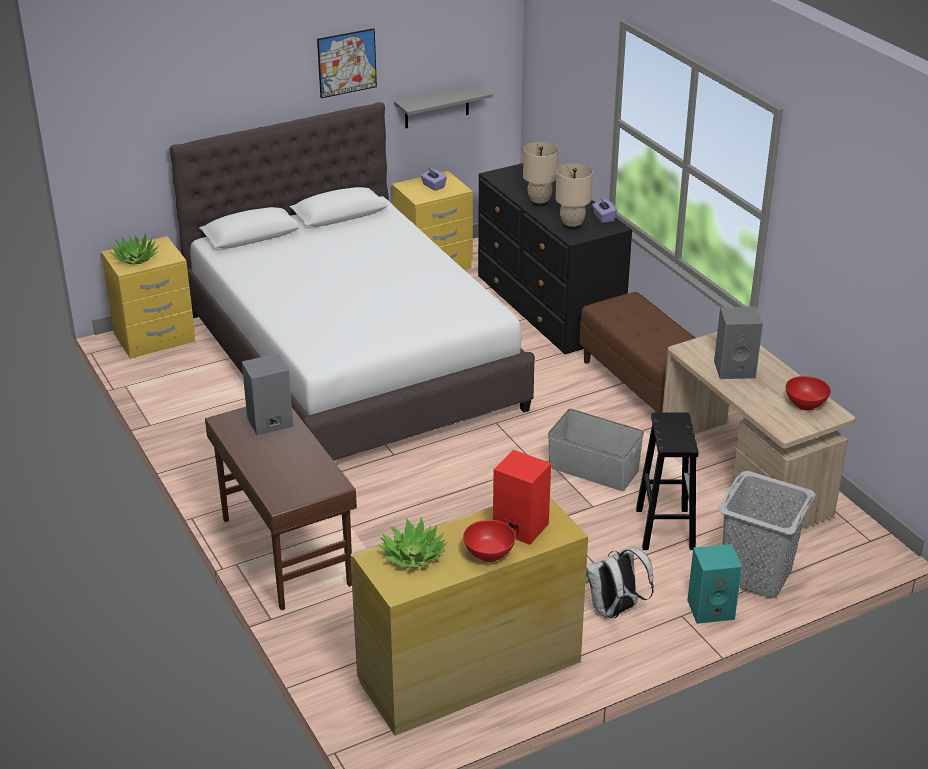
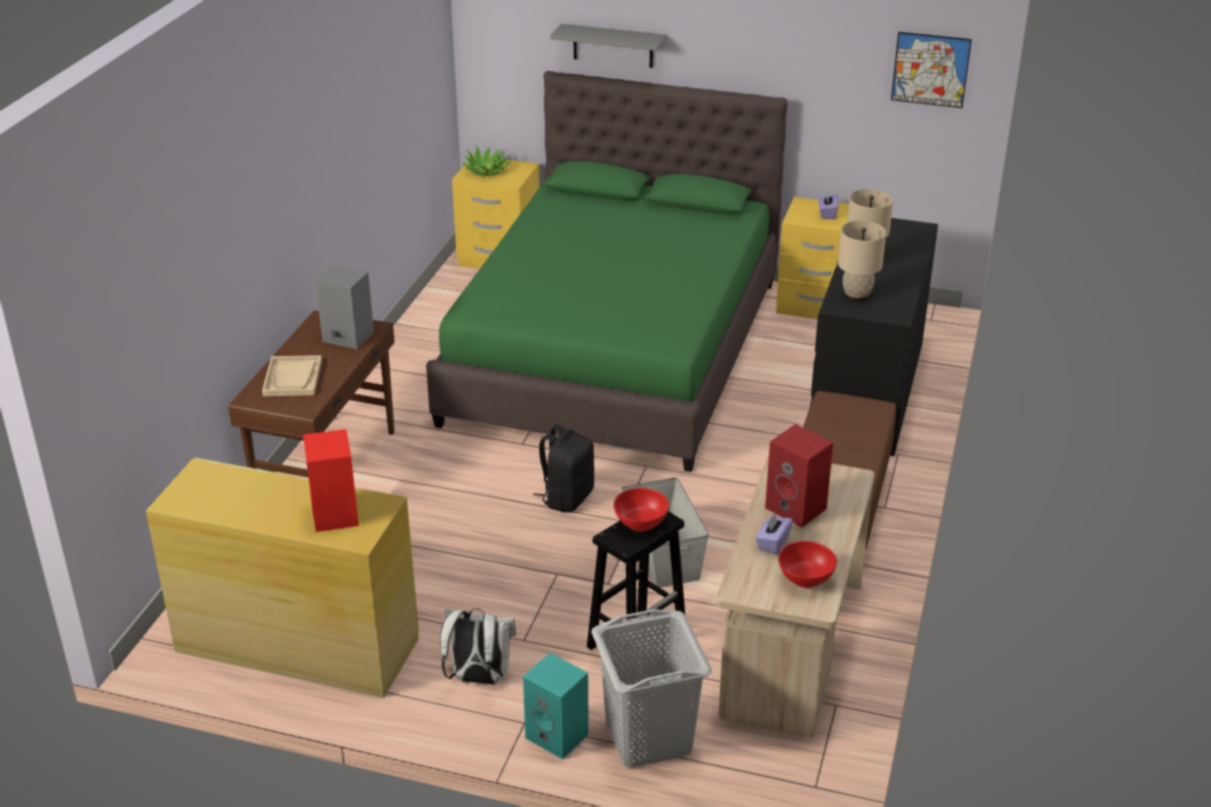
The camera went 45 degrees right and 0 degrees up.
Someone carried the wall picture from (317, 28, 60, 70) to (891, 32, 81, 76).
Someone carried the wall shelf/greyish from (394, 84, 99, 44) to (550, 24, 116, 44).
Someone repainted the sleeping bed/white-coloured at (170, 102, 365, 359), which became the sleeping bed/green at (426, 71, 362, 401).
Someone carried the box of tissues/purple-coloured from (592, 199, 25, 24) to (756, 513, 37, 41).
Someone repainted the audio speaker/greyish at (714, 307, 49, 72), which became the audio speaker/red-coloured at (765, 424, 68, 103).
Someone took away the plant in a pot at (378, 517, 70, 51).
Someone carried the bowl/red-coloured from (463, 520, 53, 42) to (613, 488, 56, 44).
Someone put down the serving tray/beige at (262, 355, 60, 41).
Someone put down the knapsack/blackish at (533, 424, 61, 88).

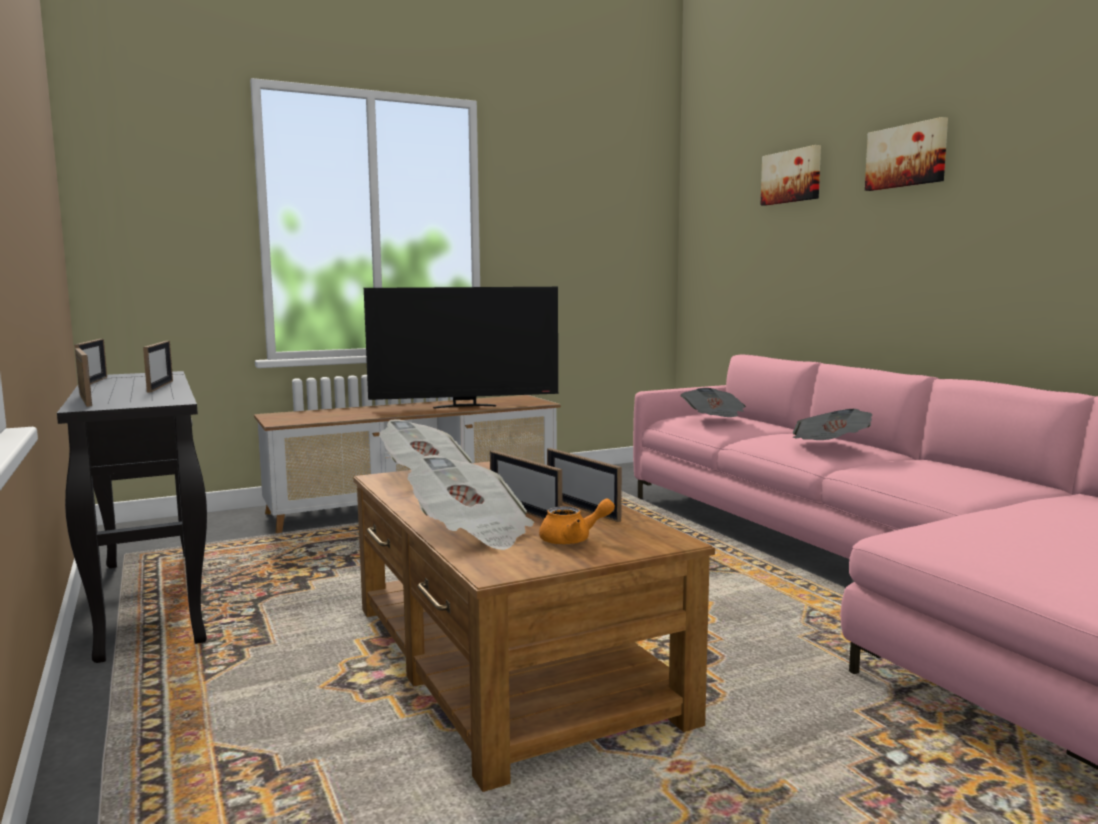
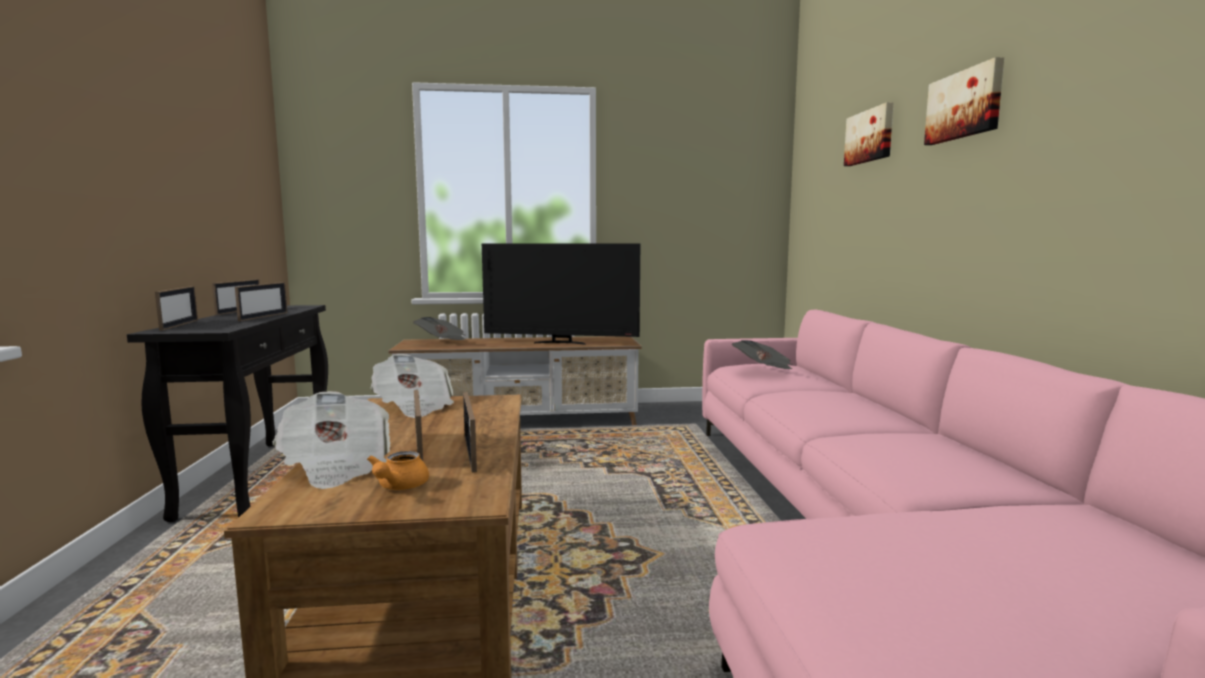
The camera went 20 degrees right and 0 degrees up.
Someone carried the daily paper from (793, 409, 80, 31) to (413, 317, 52, 23).
Someone rotated the pot for tea/orange at (539, 498, 76, 47) by 90 degrees clockwise.

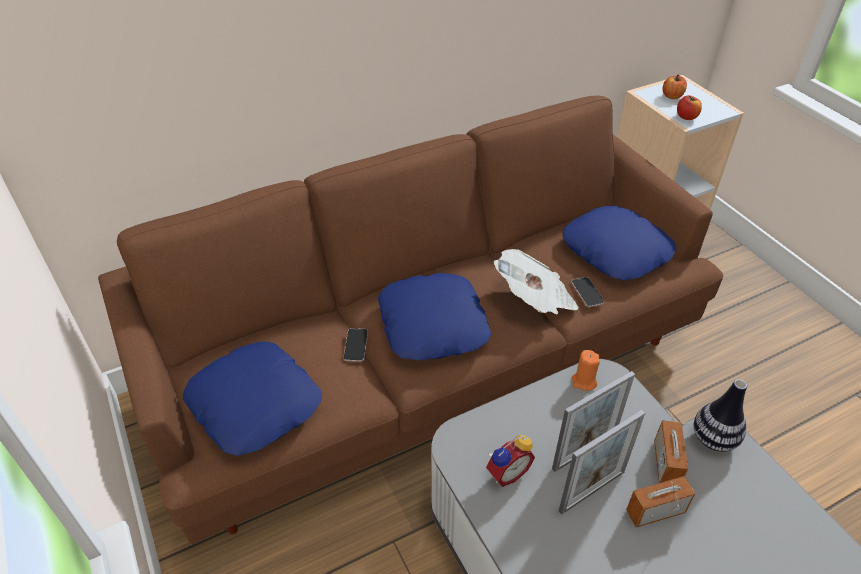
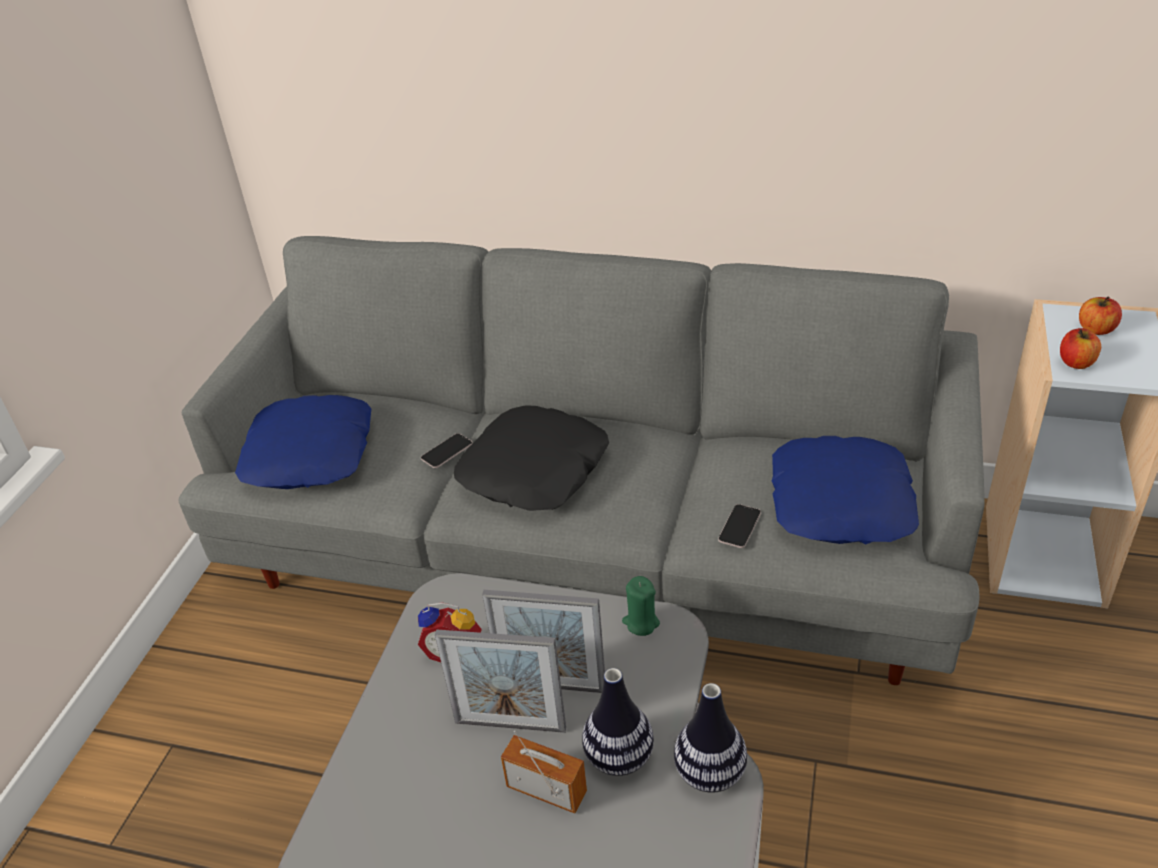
The camera went 45 degrees right and 5 degrees down.
Someone repainted the couch/brown-coloured at (98, 96, 625, 448), which became the couch/greyish at (178, 236, 807, 449).
Someone took away the daily paper at (494, 249, 85, 65).
Someone repainted the pillow/blue-coloured at (378, 273, 113, 87), which became the pillow/blackish at (454, 405, 155, 106).
Someone repainted the candle/orange at (571, 350, 29, 41), which became the candle/green at (622, 576, 38, 60).
Someone swapped the radio at (654, 421, 46, 62) for the flower vase at (582, 668, 72, 108).

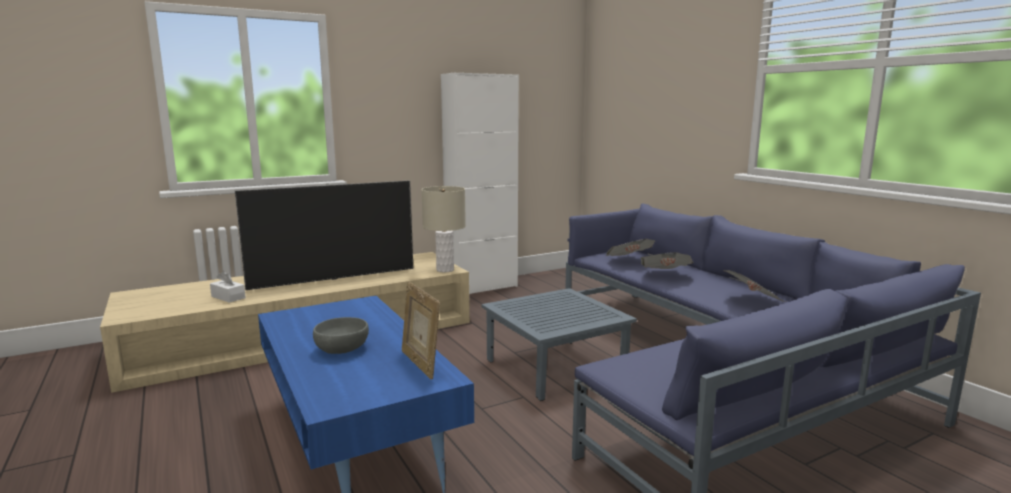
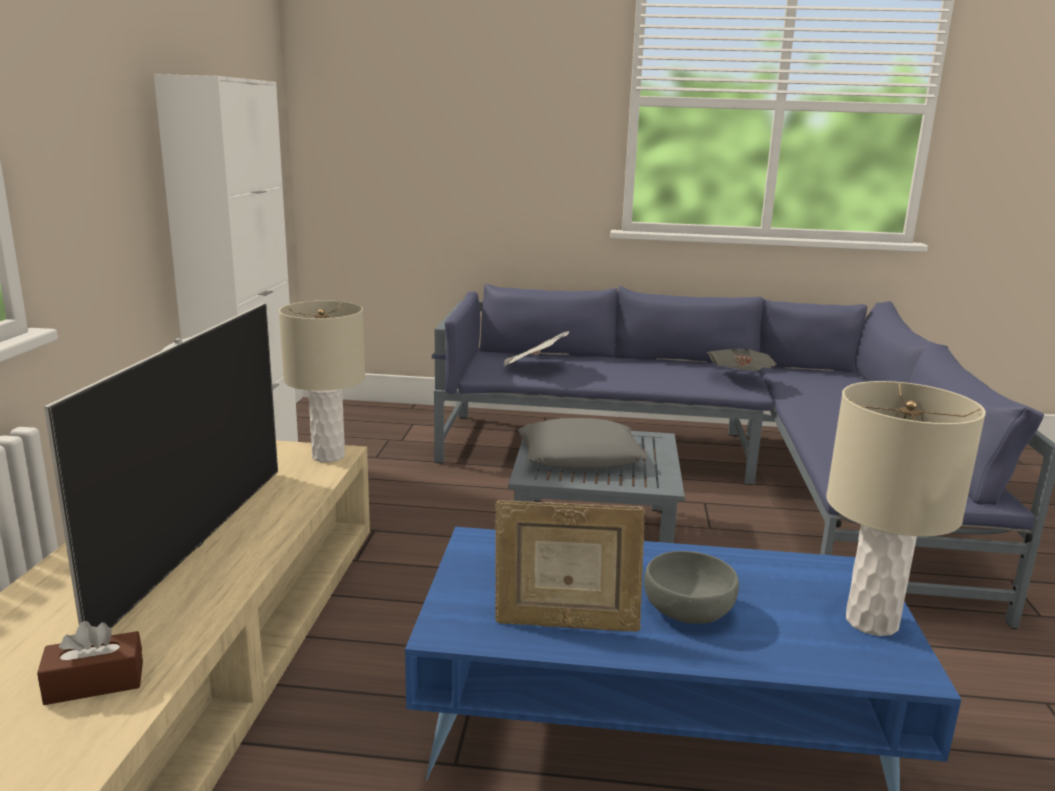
The camera went 55 degrees left and 5 degrees up.
Someone took away the daily paper at (641, 252, 52, 17).
Someone repainted the box of tissues/white-coloured at (210, 271, 36, 32), which became the box of tissues/brown-coloured at (37, 621, 106, 84).
Someone carried the standing frame from (402, 281, 38, 98) to (495, 500, 150, 132).
Someone put down the lamp for a table/beige at (826, 381, 160, 255).
Someone put down the pillow/greyish at (517, 418, 131, 52).

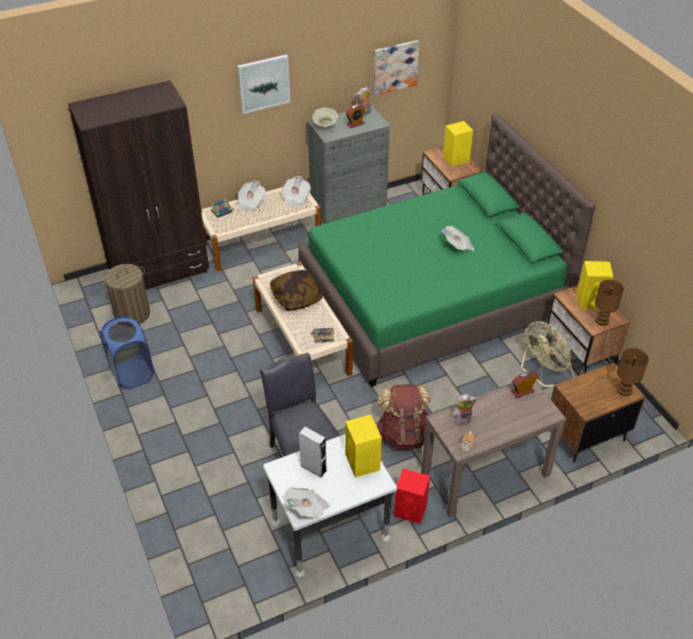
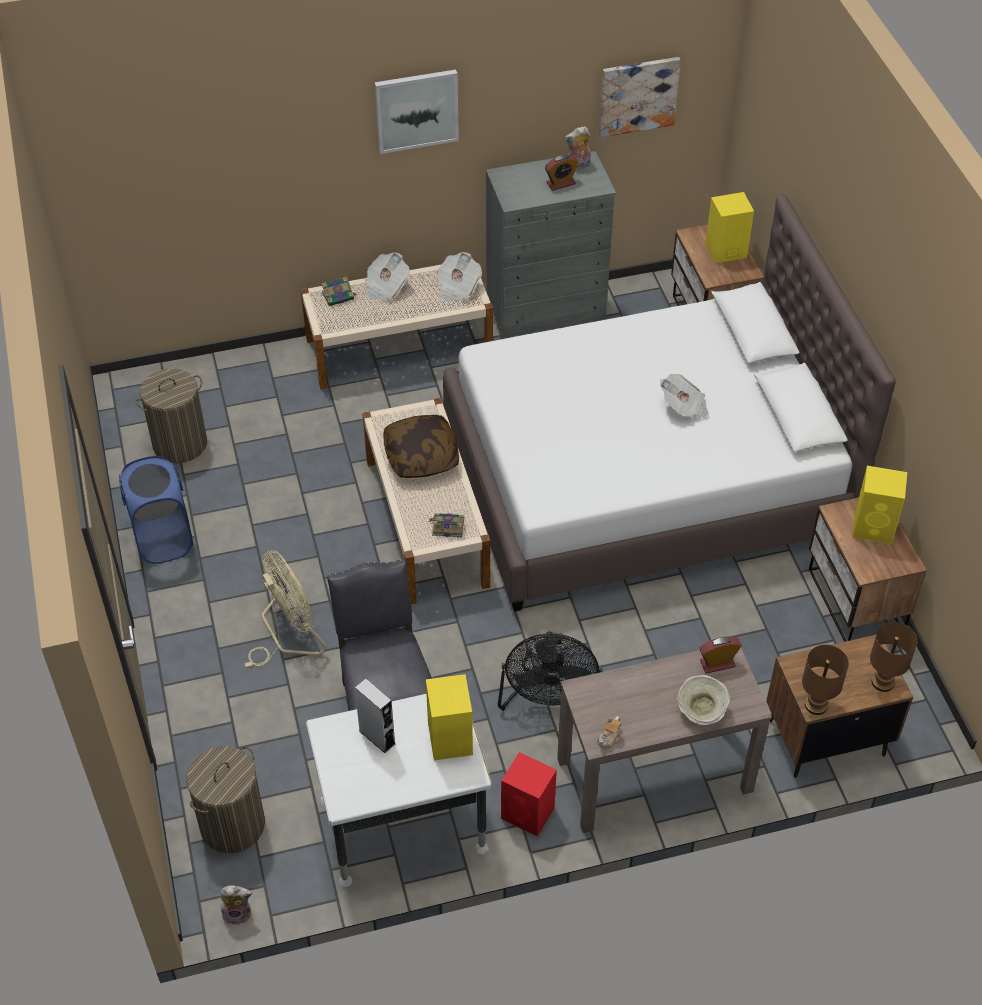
The camera went 10 degrees right and 5 degrees up.
Someone took away the armoire/brown-coloured at (68, 80, 141, 210).
Someone carried the bowl/beige from (312, 107, 26, 21) to (677, 675, 53, 50).
Someone repainted the sleeping bed/green at (298, 113, 298, 274), which became the sleeping bed/white-coloured at (443, 194, 453, 418).
Someone carried the lamp for a table/brown-coloured from (595, 280, 29, 46) to (802, 645, 47, 70).
Someone carried the cooling fan/beige from (521, 321, 53, 66) to (243, 550, 84, 118).
Someone swapped the knapsack/brown-coloured at (376, 384, 56, 66) for the cooling fan/blackish at (498, 632, 104, 79).
Someone carried the soft toy from (452, 394, 25, 32) to (219, 885, 33, 40).
Someone took away the daily paper at (285, 487, 46, 31).
Someone put down the laundry basket at (186, 746, 79, 107).

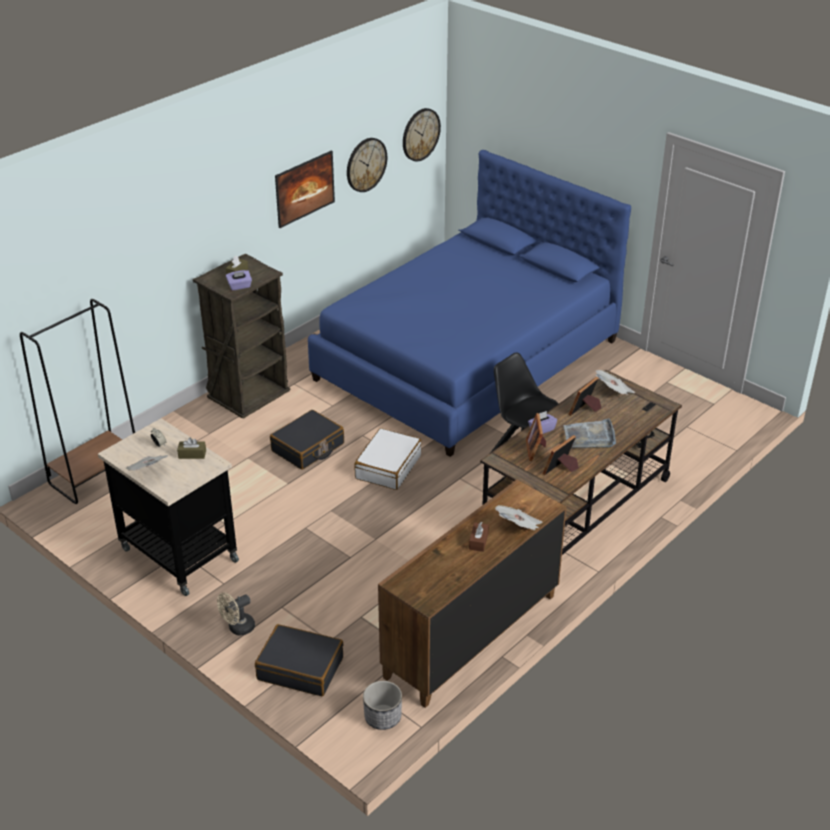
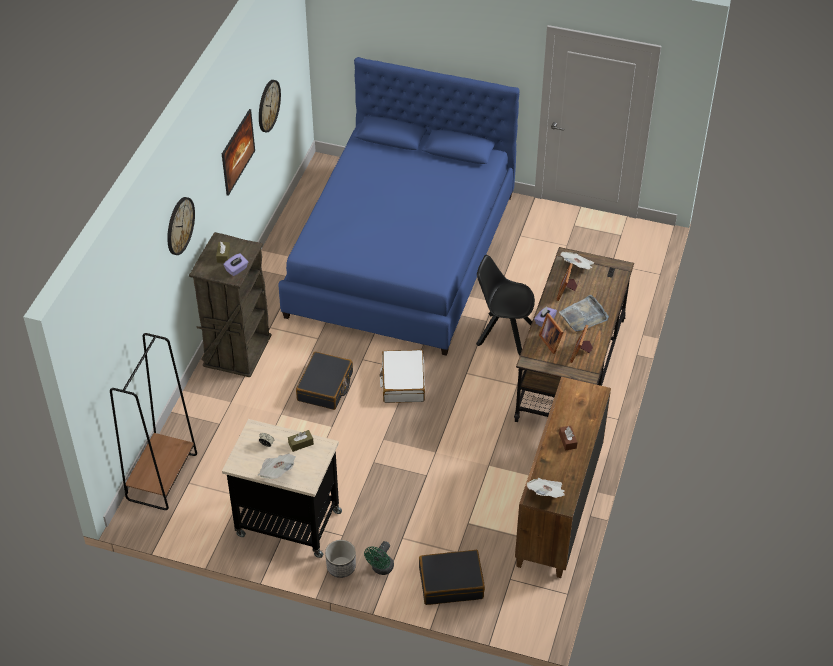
The camera went 25 degrees left and 10 degrees up.
Someone carried the clock on the wall from (403, 108, 38, 53) to (167, 197, 28, 58).
Someone carried the daily paper from (495, 505, 48, 25) to (527, 478, 38, 20).
Someone repainted the cooling fan/beige at (217, 592, 38, 43), which became the cooling fan/green at (364, 541, 30, 34).
Someone carried the plant pot from (363, 681, 39, 49) to (325, 540, 31, 38).

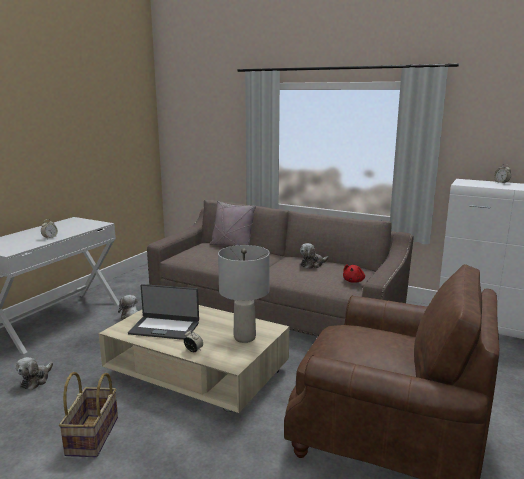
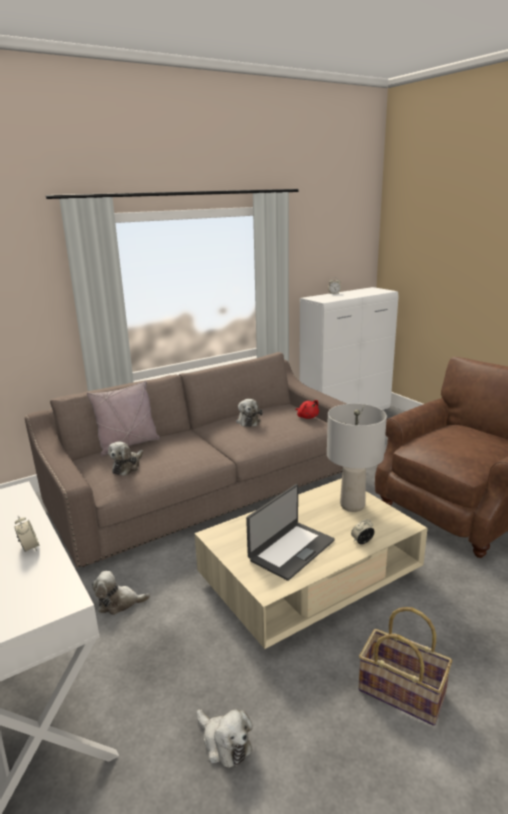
The camera went 60 degrees left and 5 degrees up.
Someone put down the soft toy at (108, 442, 35, 34).

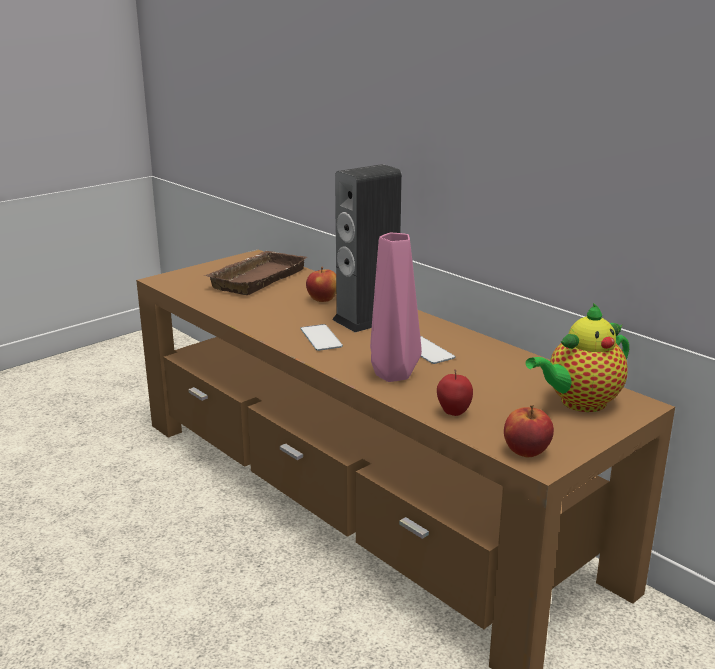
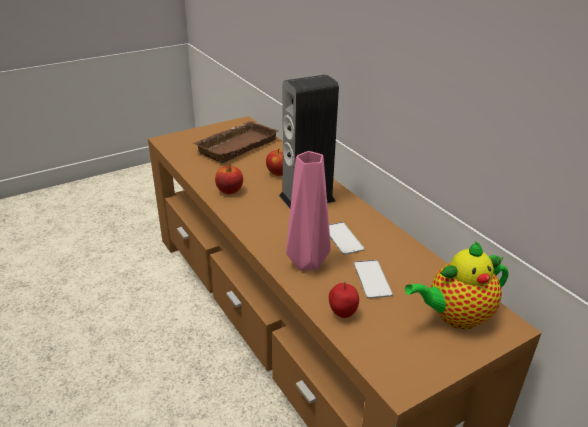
The camera went 10 degrees right and 10 degrees up.
Someone carried the handset from (300, 324, 43, 27) to (354, 260, 39, 38).
Someone carried the whole apple from (504, 405, 50, 52) to (215, 165, 28, 29).

